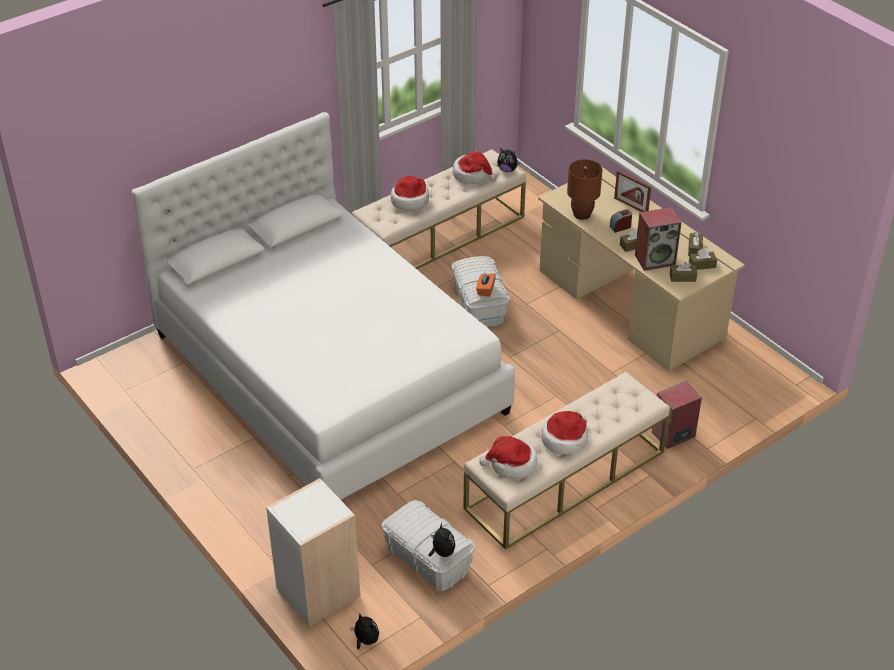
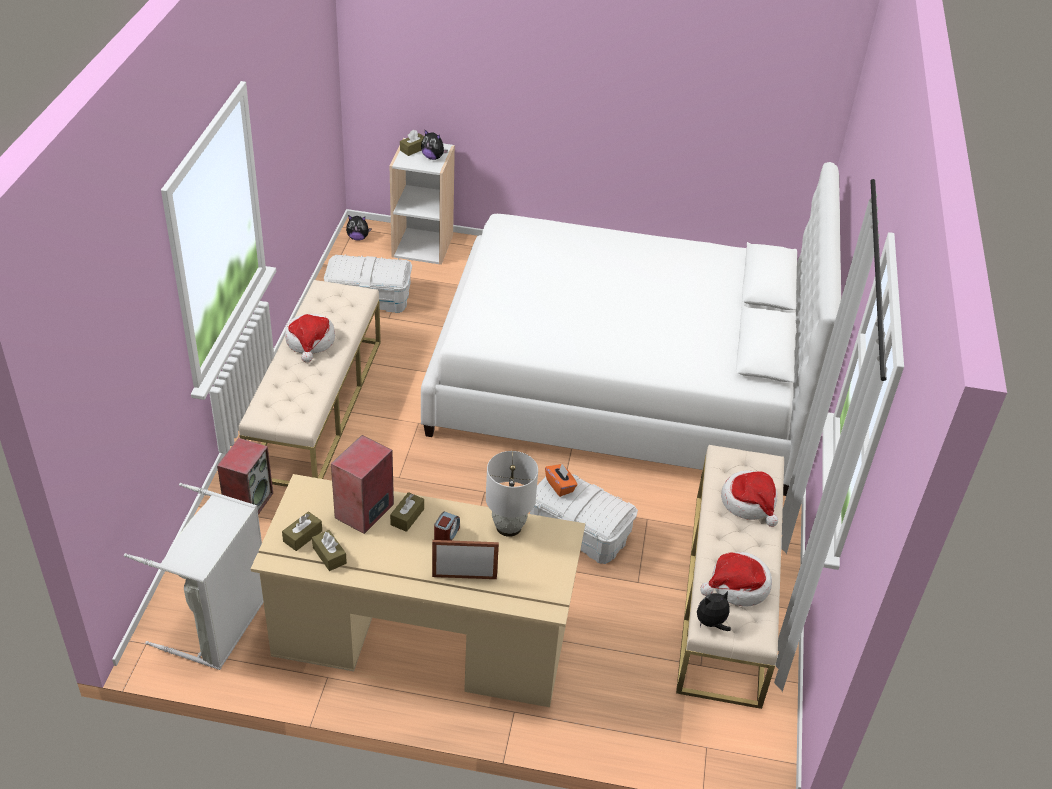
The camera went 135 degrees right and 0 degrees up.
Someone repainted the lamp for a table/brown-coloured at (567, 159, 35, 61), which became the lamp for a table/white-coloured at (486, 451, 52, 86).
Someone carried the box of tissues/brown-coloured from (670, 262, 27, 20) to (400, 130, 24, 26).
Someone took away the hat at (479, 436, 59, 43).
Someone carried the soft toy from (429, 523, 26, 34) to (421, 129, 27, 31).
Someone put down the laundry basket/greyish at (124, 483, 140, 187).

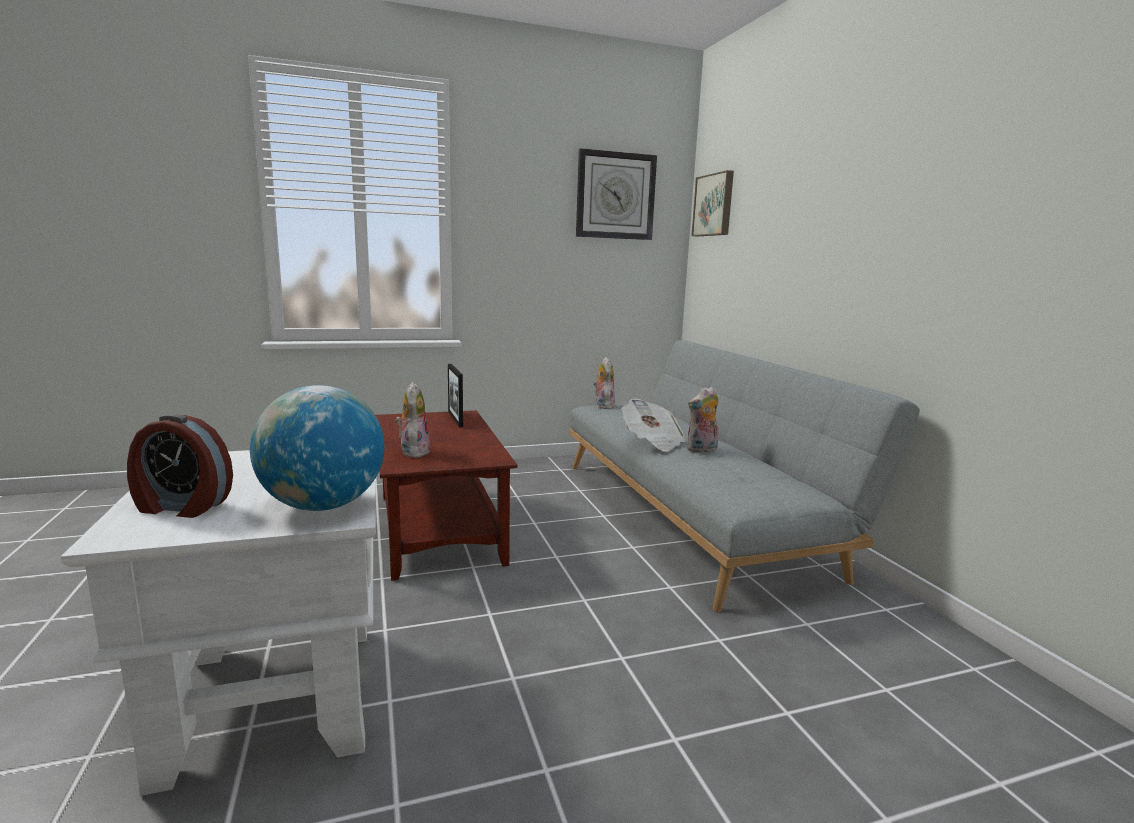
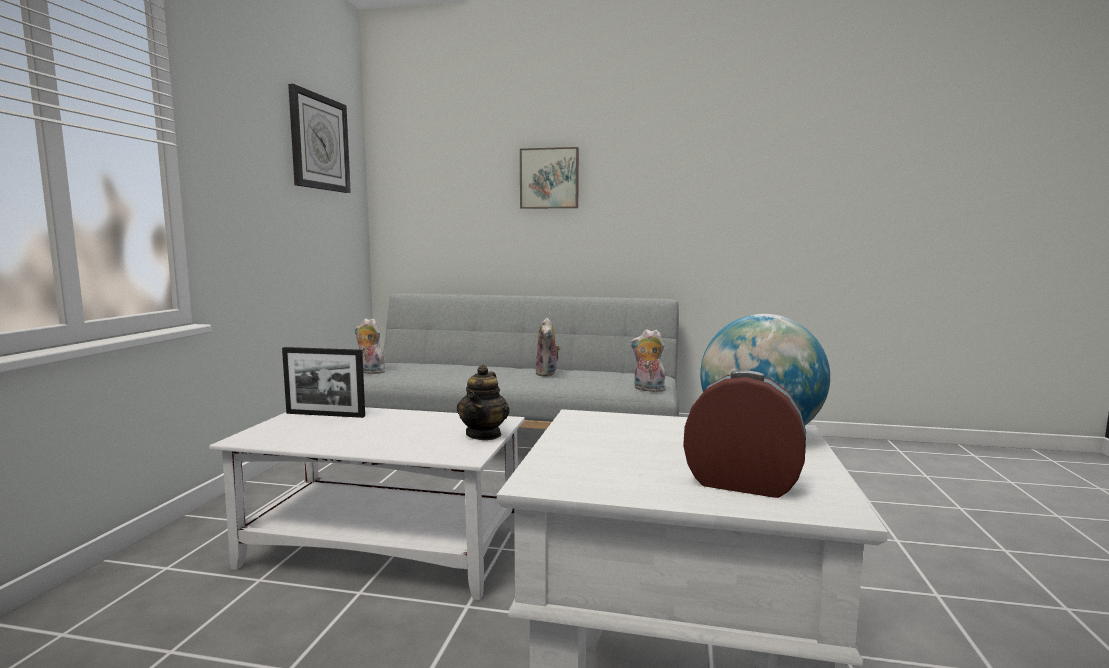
The camera went 60 degrees left and 5 degrees down.
Someone carried the wall picture from (691, 170, 43, 66) to (520, 147, 59, 62).
Someone carried the soft toy from (396, 382, 34, 76) to (630, 330, 36, 62).
Someone took away the daily paper at (621, 399, 65, 53).
Someone repainted the low table/brown-coloured at (375, 410, 143, 171), which became the low table/white-coloured at (209, 407, 316, 193).
Someone rotated the bedside clock at (127, 414, 106, 104) by 105 degrees counterclockwise.
Someone put down the pot for tea at (457, 365, 53, 75).

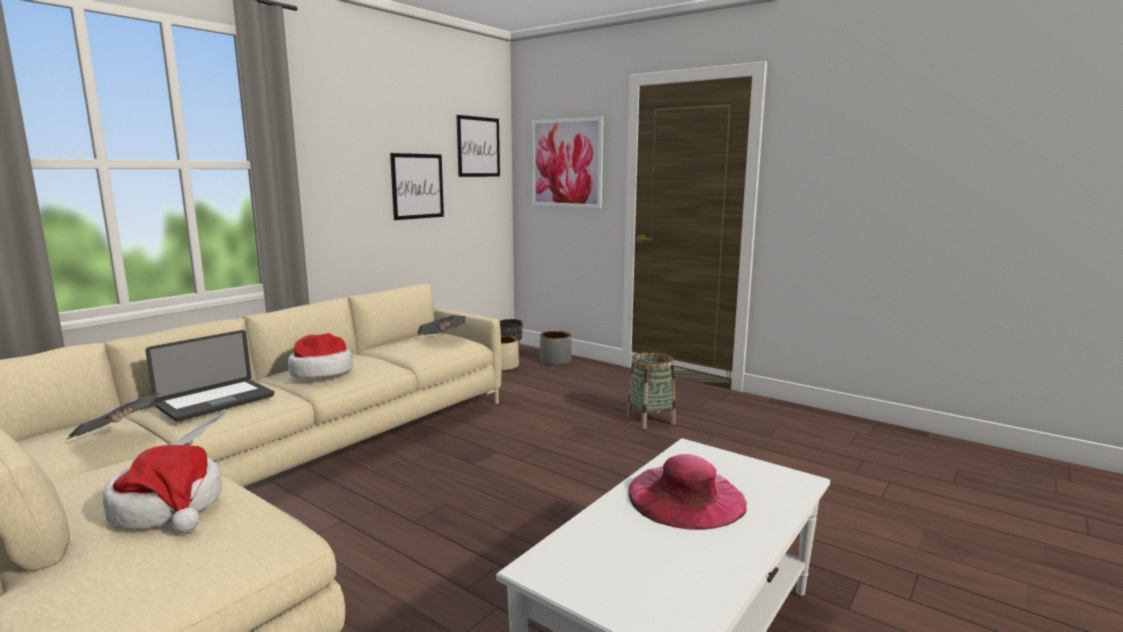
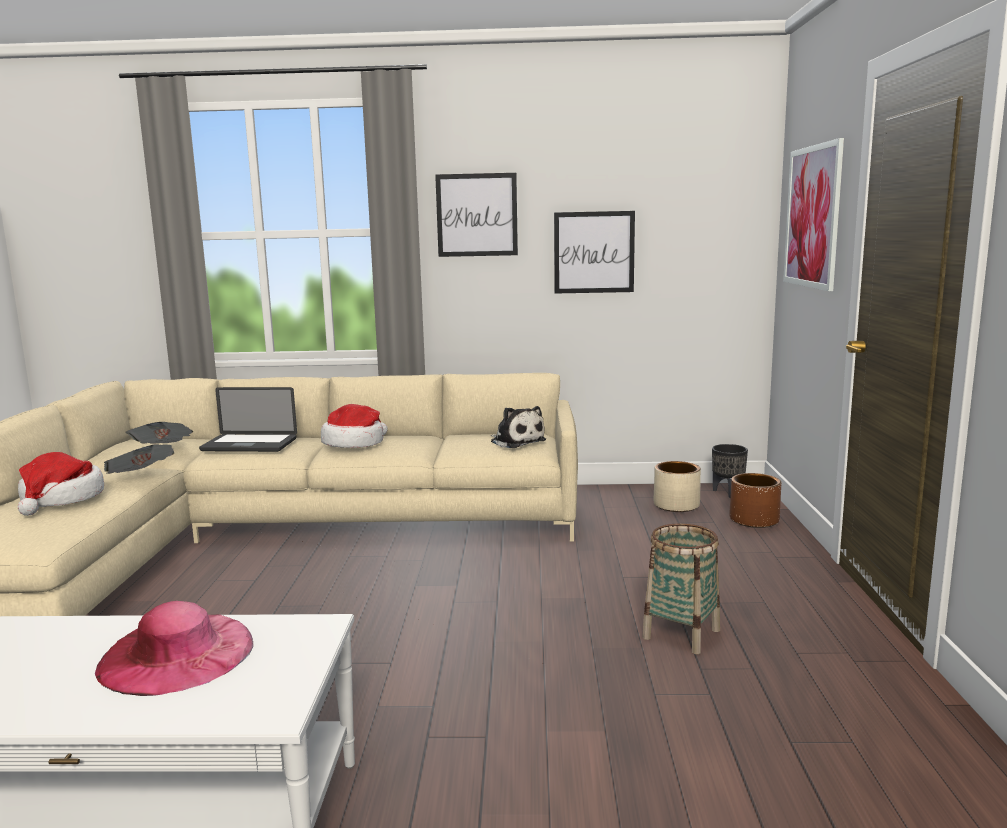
The camera went 55 degrees right and 0 degrees up.
Someone carried the wall picture from (456, 115, 44, 62) to (435, 173, 83, 84).
Someone swapped the daily paper at (417, 315, 48, 20) for the soft toy at (491, 406, 55, 42).
Someone repainted the plant pot/greyish at (540, 331, 31, 35), which became the plant pot/brown-coloured at (729, 473, 52, 55).

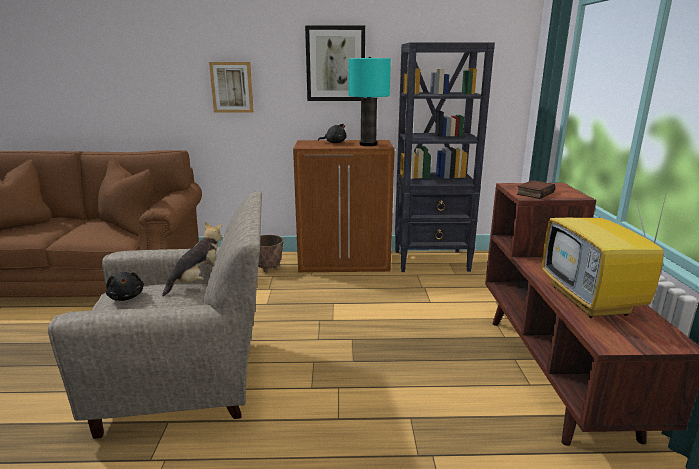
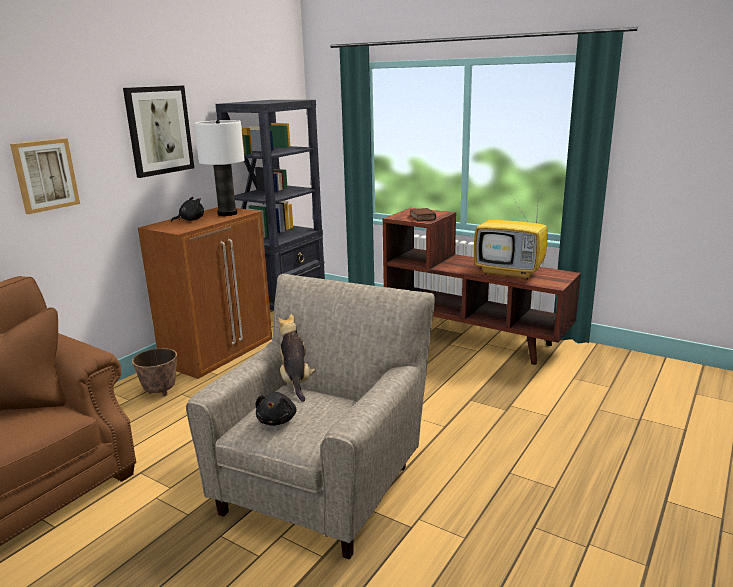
The camera went 55 degrees left and 0 degrees up.
Someone repainted the lamp for a table/turquoise at (349, 57, 42, 89), which became the lamp for a table/white-coloured at (194, 120, 51, 96).
Someone rotated the soft toy/blackish at (106, 272, 38, 29) by 90 degrees clockwise.

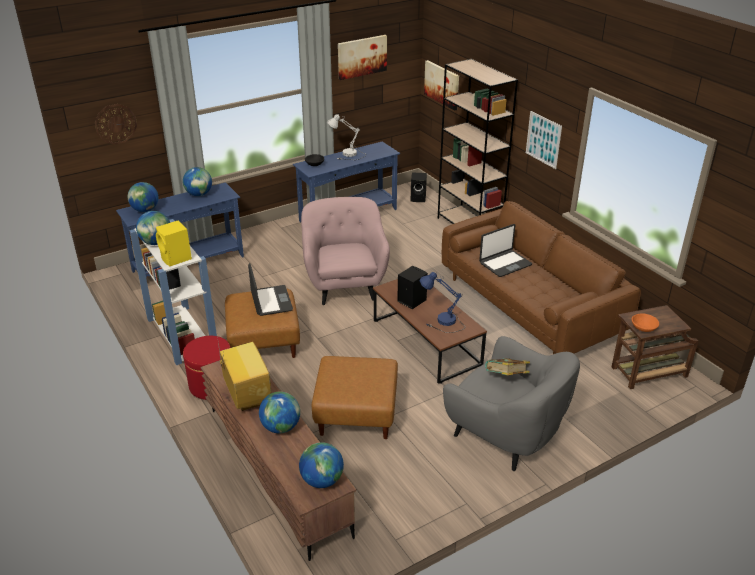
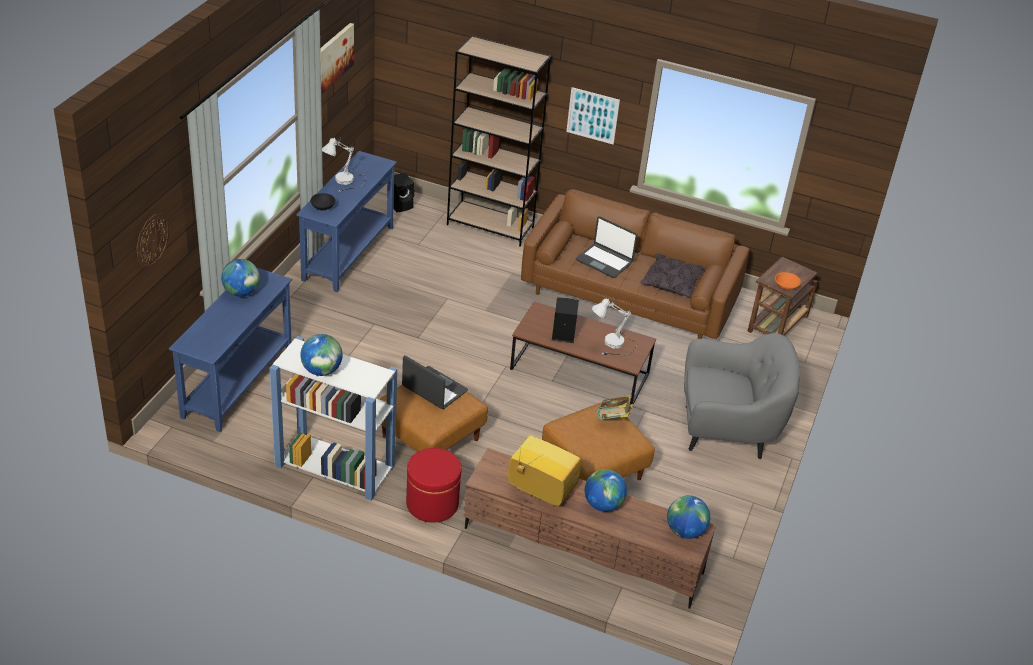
The camera went 40 degrees left and 5 degrees up.
Someone took away the wall picture at (424, 60, 35, 51).
Someone took away the world globe at (128, 182, 30, 30).
Someone took away the lounge chair/pinkish at (301, 197, 89, 108).
Someone took away the audio speaker/yellow-coloured at (156, 221, 36, 45).
Someone rotated the laptop at (479, 224, 53, 53) by 105 degrees clockwise.
Someone repainted the lamp for a table/blue-coloured at (420, 272, 45, 61), which became the lamp for a table/white-coloured at (592, 299, 45, 56).
Someone carried the bound book from (485, 358, 45, 17) to (597, 395, 37, 25).
Someone put down the pillow/blackish at (640, 253, 66, 44).

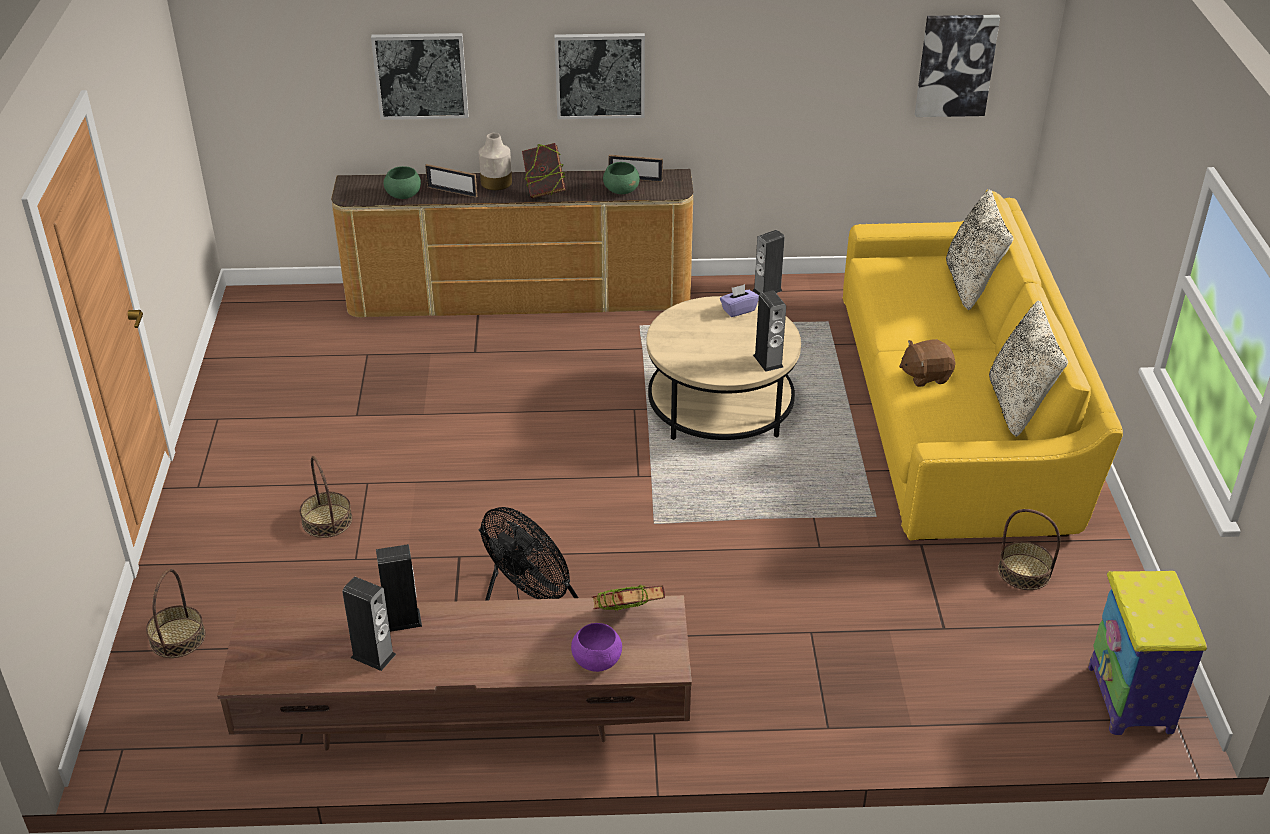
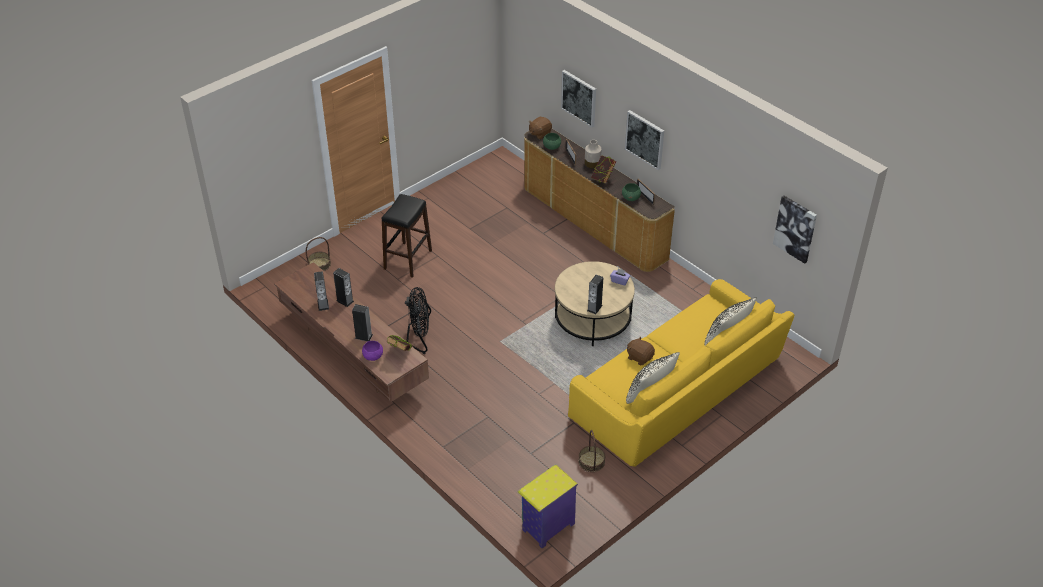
The camera went 50 degrees right and 5 degrees up.
Someone carried the audio speaker from (752, 230, 33, 65) to (352, 304, 21, 37).
Someone swapped the basket at (300, 456, 53, 82) for the sitting stool/blackish at (382, 194, 50, 84).
Someone put down the soft toy/brown-coloured at (529, 117, 23, 22).

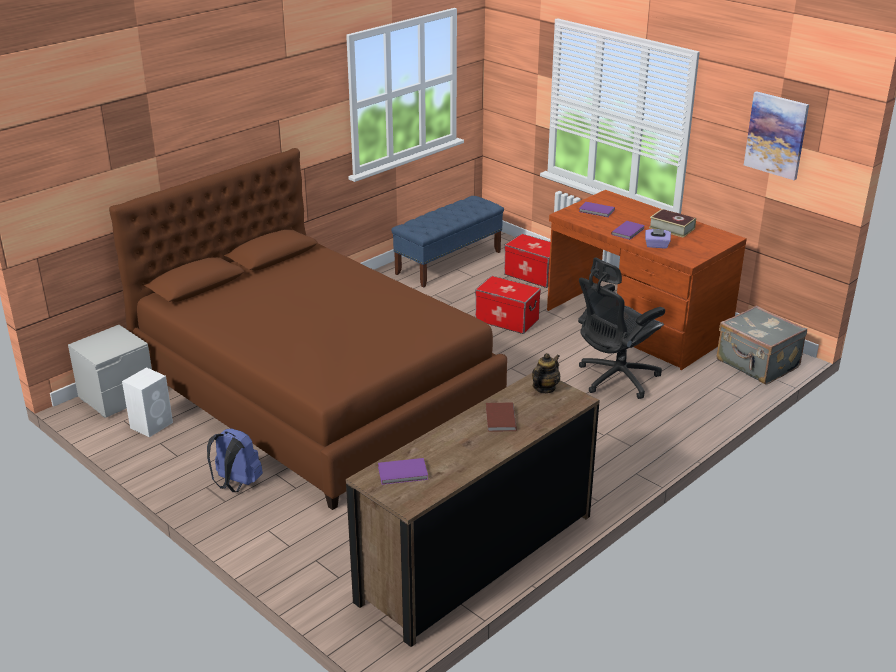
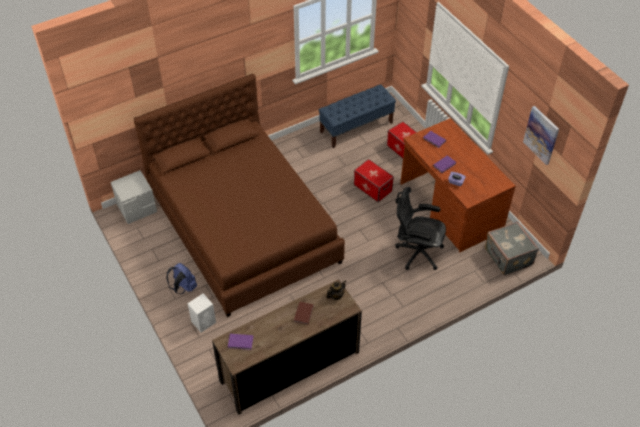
The camera went 15 degrees right and 20 degrees up.
Someone took away the bound book at (649, 209, 47, 29).
Someone rotated the office chair at (578, 257, 87, 142) by 45 degrees clockwise.
Someone carried the audio speaker/white-coloured from (122, 367, 51, 70) to (187, 294, 29, 38).

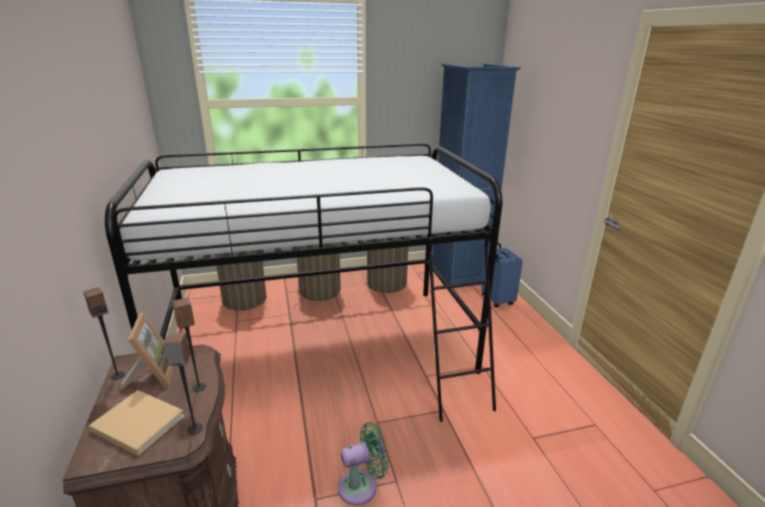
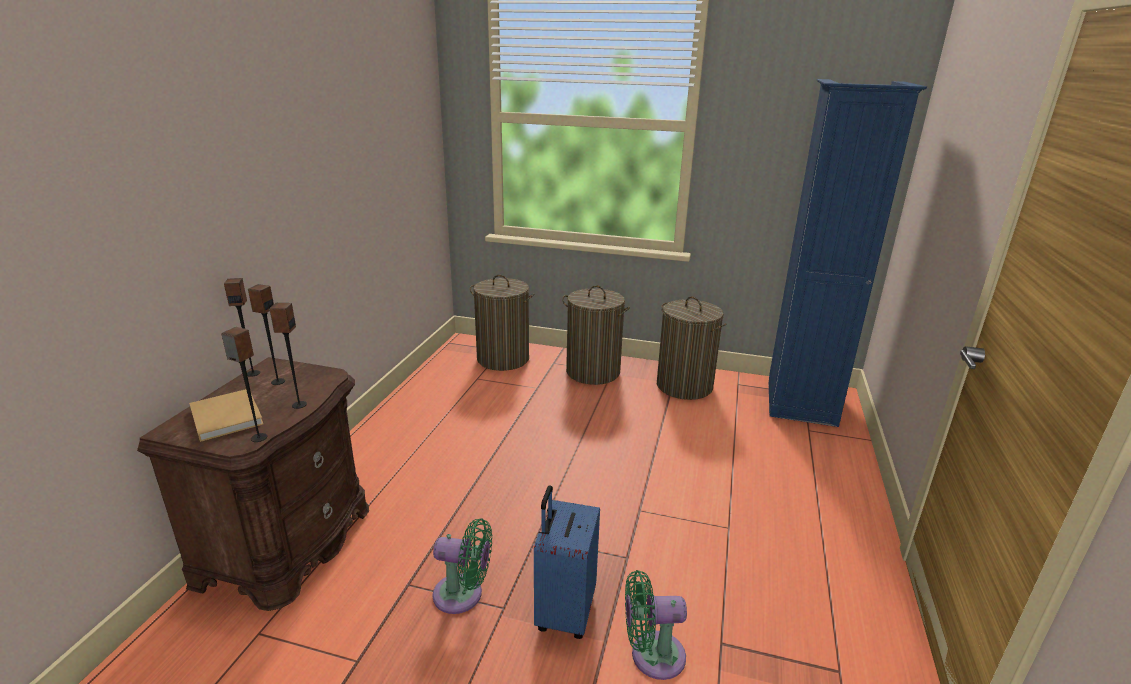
The camera went 30 degrees right and 0 degrees up.
Someone took away the sleeping bed/blackish at (105, 144, 397, 278).
Someone carried the suitcase/blue-coloured from (481, 242, 42, 65) to (534, 485, 66, 154).
Someone swapped the standing frame at (121, 312, 53, 78) for the audio speaker at (248, 284, 37, 101).
Someone put down the cooling fan/green at (625, 570, 62, 110).

